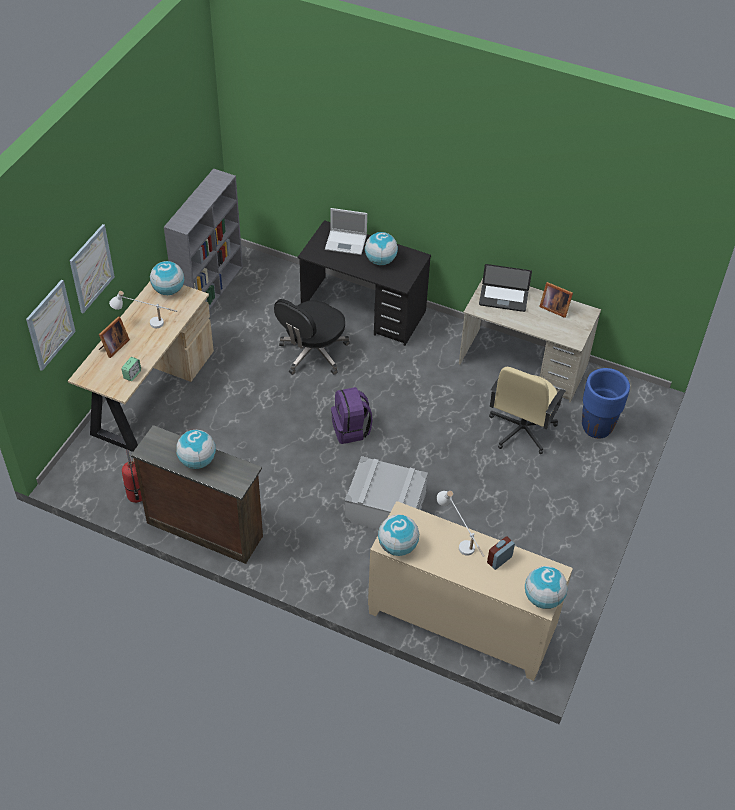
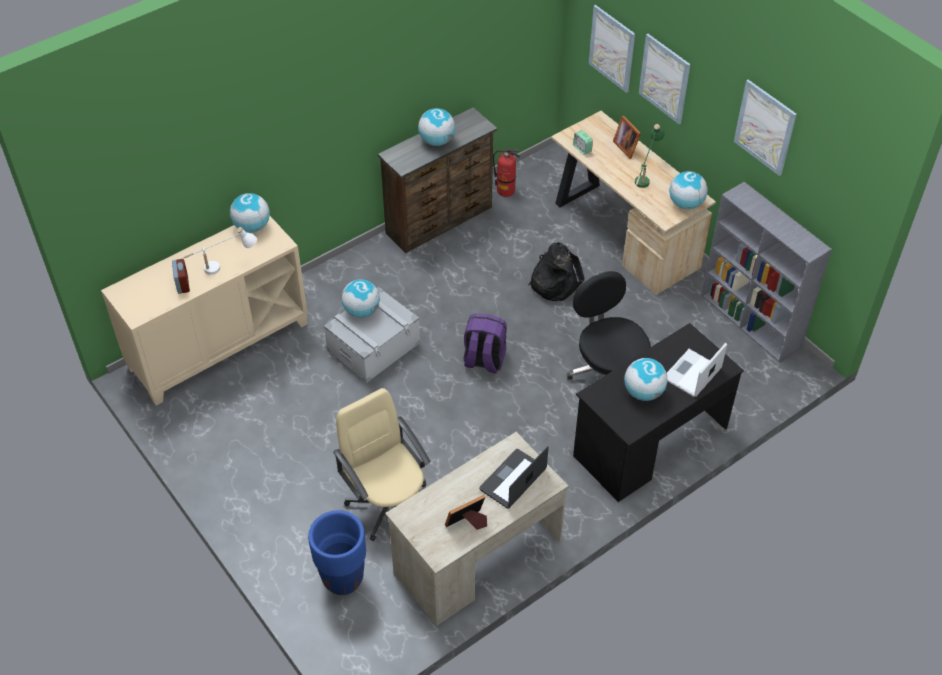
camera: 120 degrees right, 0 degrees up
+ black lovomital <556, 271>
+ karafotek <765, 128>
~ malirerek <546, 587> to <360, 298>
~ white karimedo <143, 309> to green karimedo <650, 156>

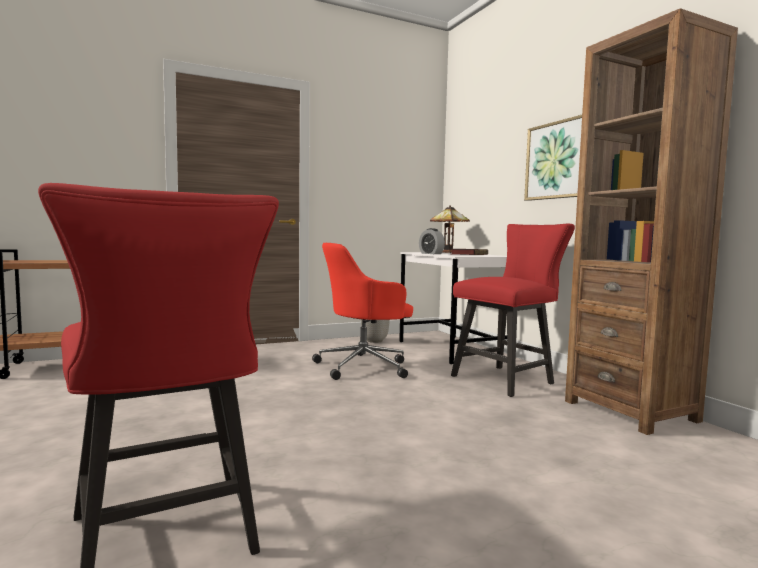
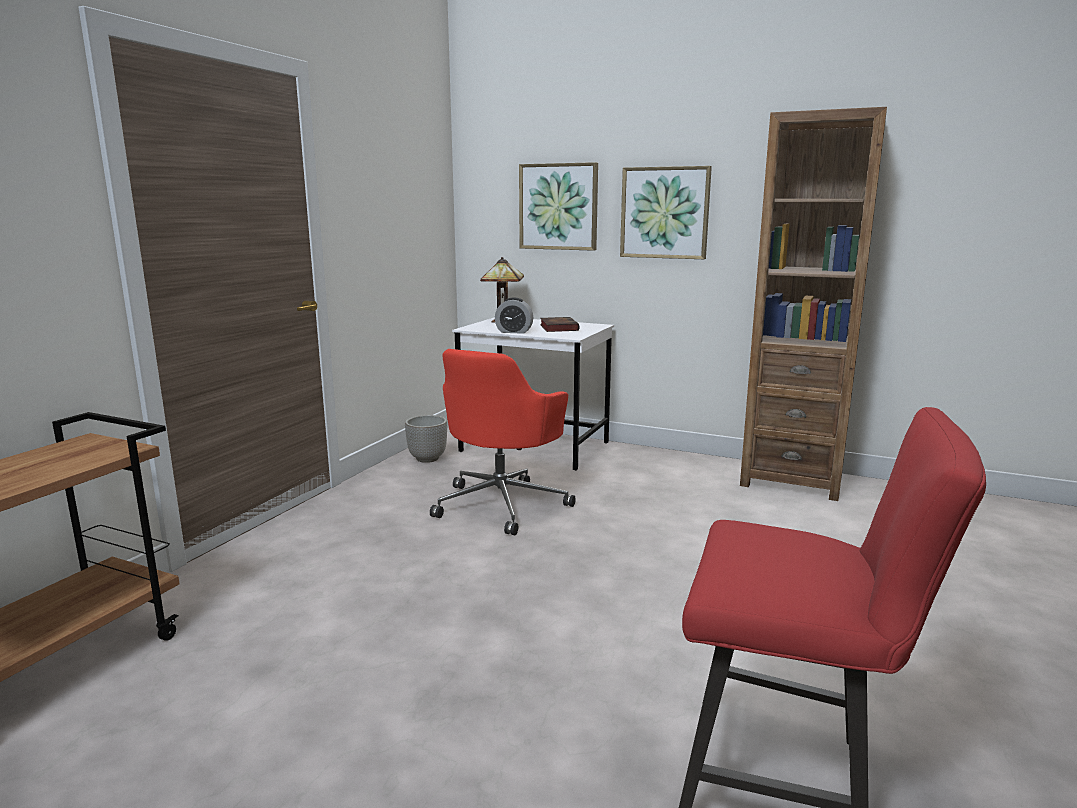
camera: 40 degrees left, 10 degrees up
- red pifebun <513, 310>
+ karafotek <558, 206>

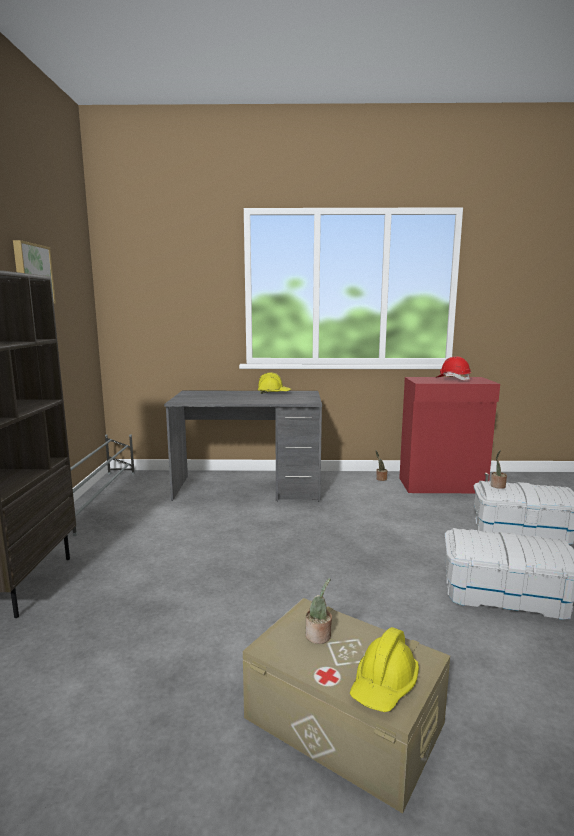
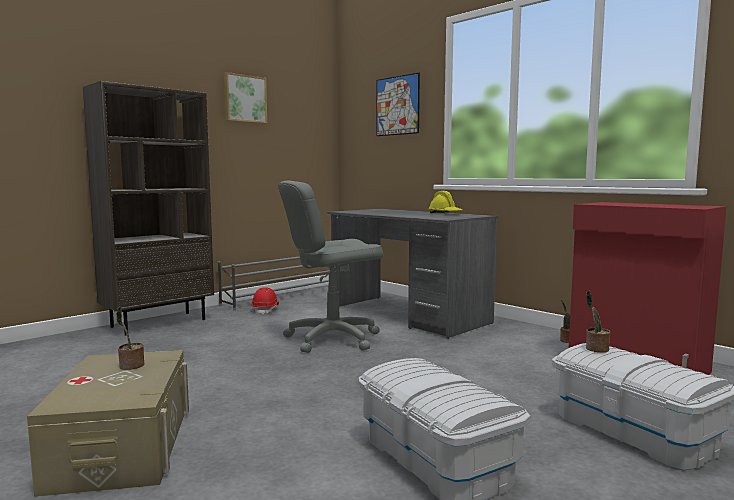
camera: 45 degrees right, 5 degrees down
- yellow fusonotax <384, 669>
+ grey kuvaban <330, 267>
+ karafotek <398, 104>
~ red fusonotax <453, 368> to <265, 301>

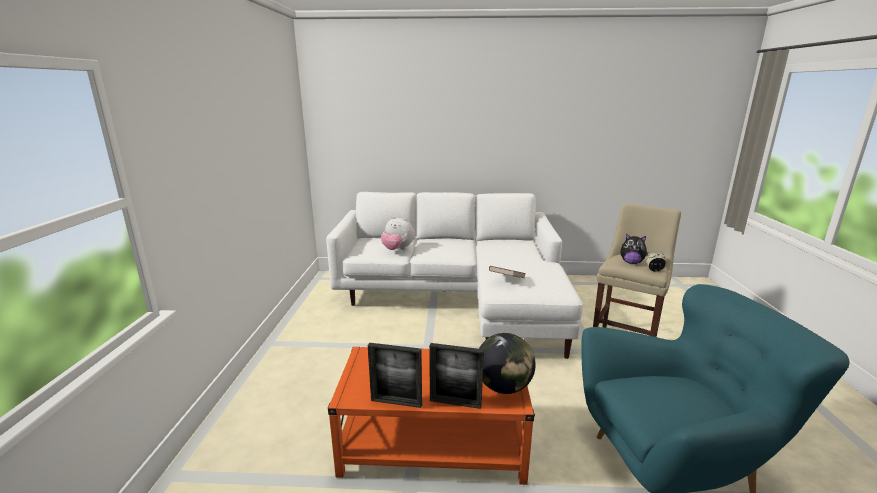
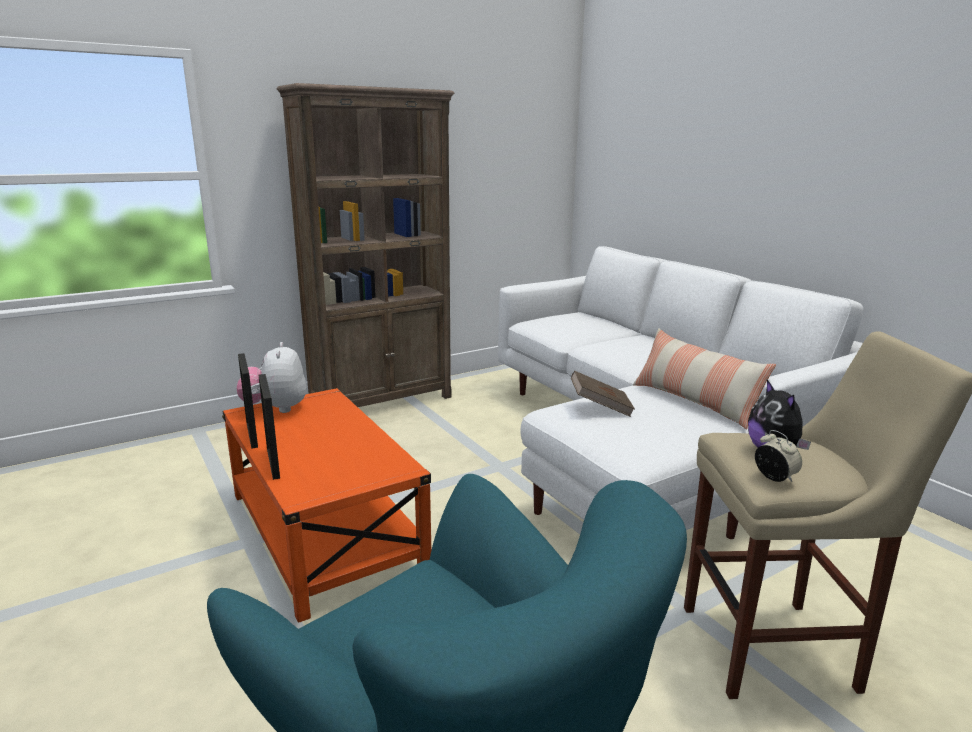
camera: 55 degrees right, 0 degrees up
- malirerek <507, 363>
+ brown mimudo <365, 245>
+ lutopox <704, 379>
~ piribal <397, 233> to <271, 377>

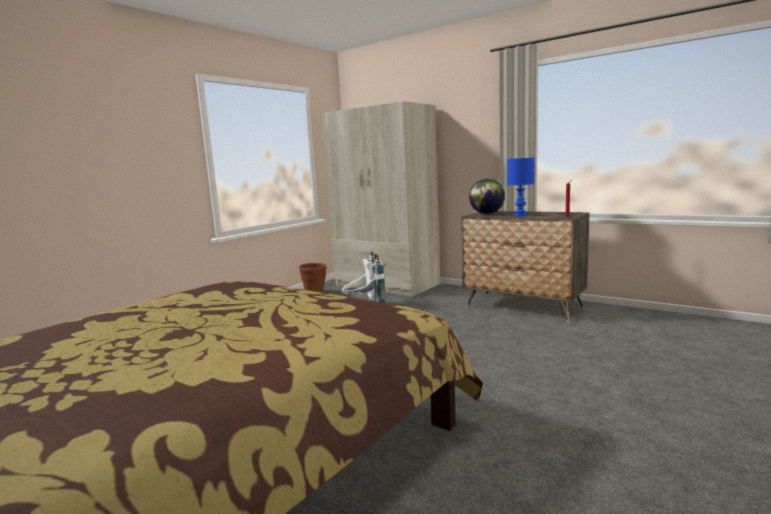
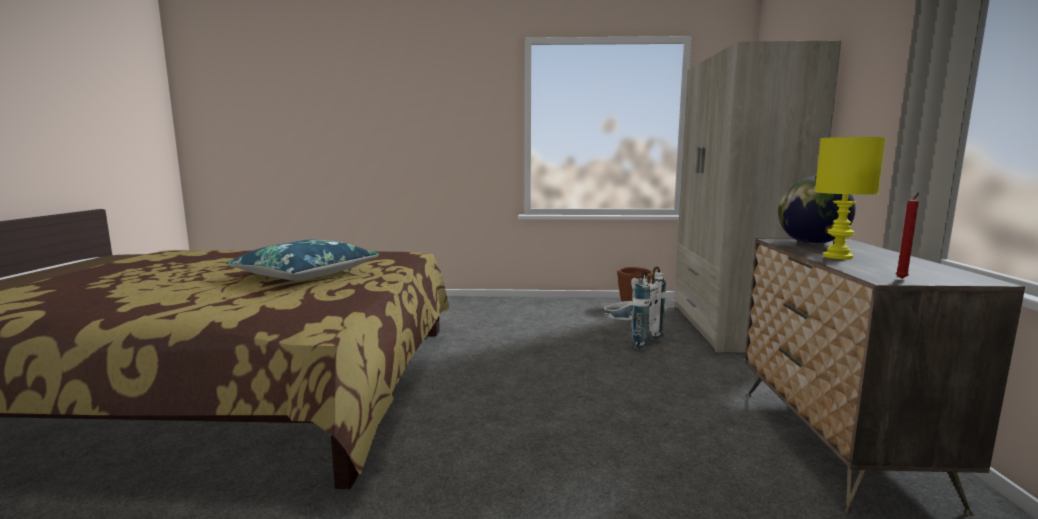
camera: 55 degrees right, 0 degrees up
+ blue lutopox <302, 260>
~ blue karimedo <520, 187> to yellow karimedo <850, 198>

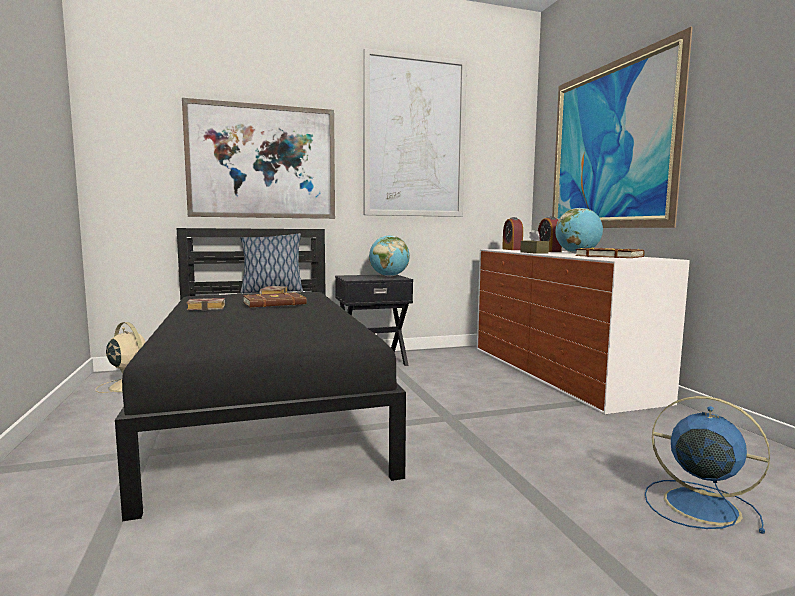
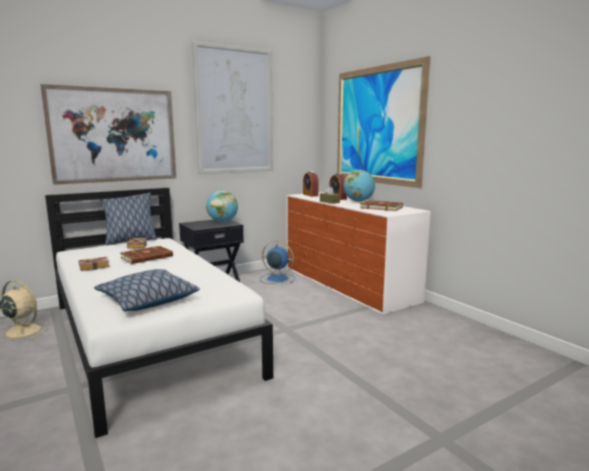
camera: 15 degrees left, 5 degrees up
+ lutopox <147, 290>
~ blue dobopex <707, 465> to <277, 262>
~ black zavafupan <260, 374> to white zavafupan <159, 313>

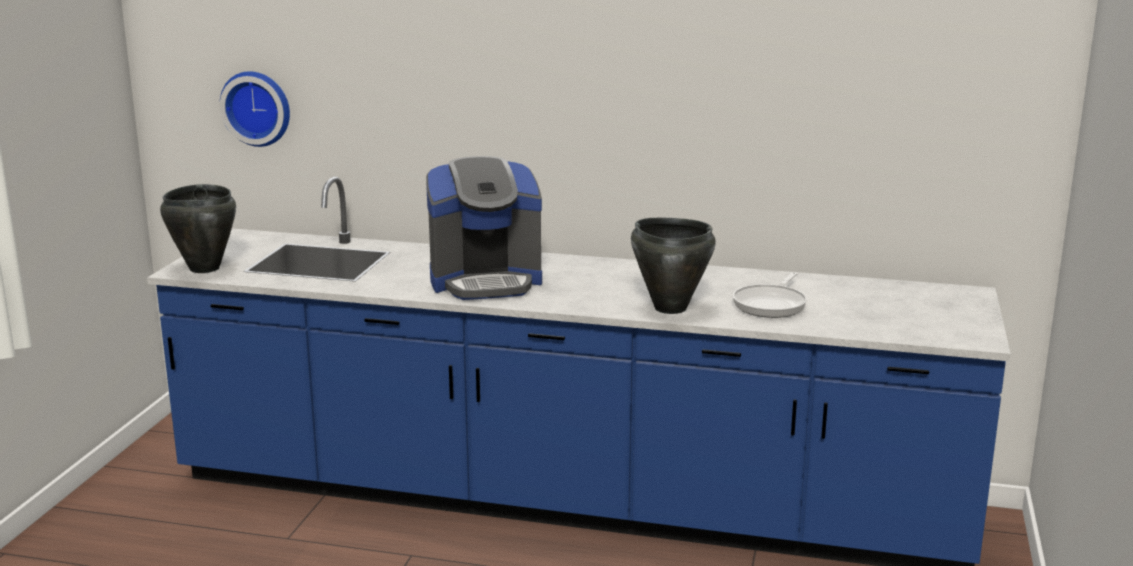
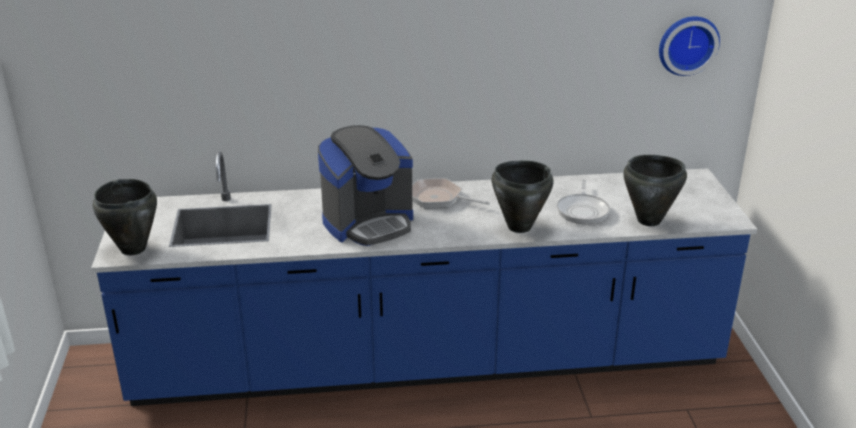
camera: 20 degrees left, 10 degrees up
+ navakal <451, 193>
+ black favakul <655, 190>
~ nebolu <255, 109> to <689, 46>

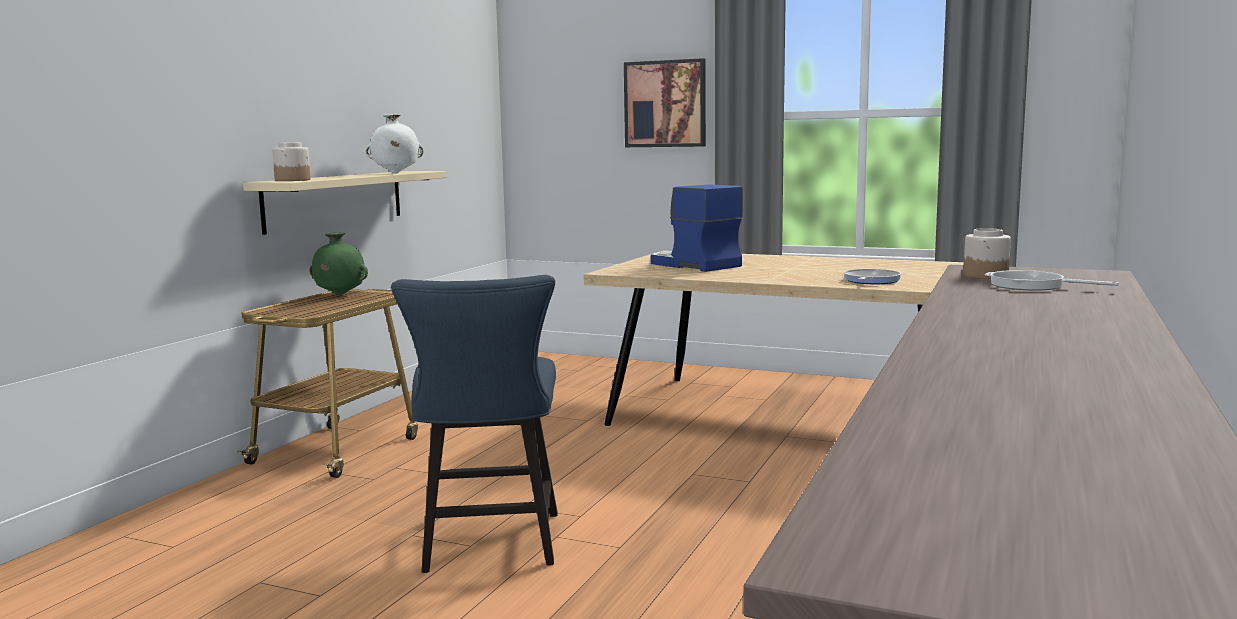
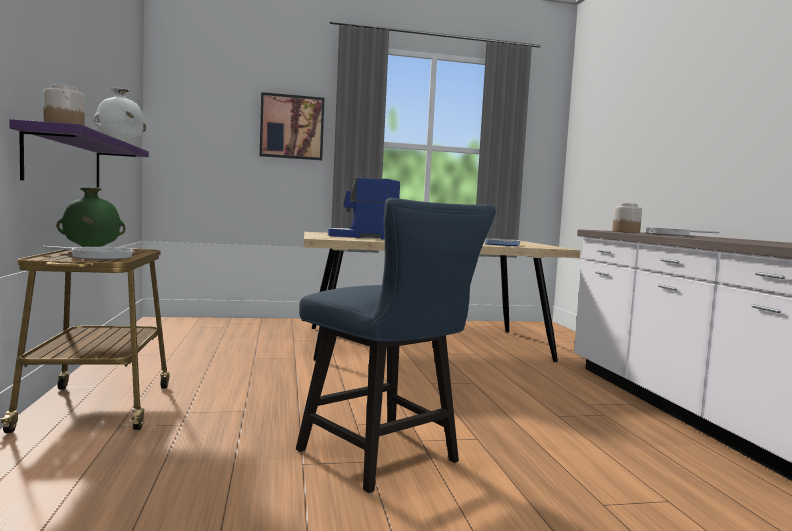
camera: 35 degrees left, 5 degrees down
+ navakal <89, 253>
~ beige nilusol <345, 203> to purple nilusol <79, 153>

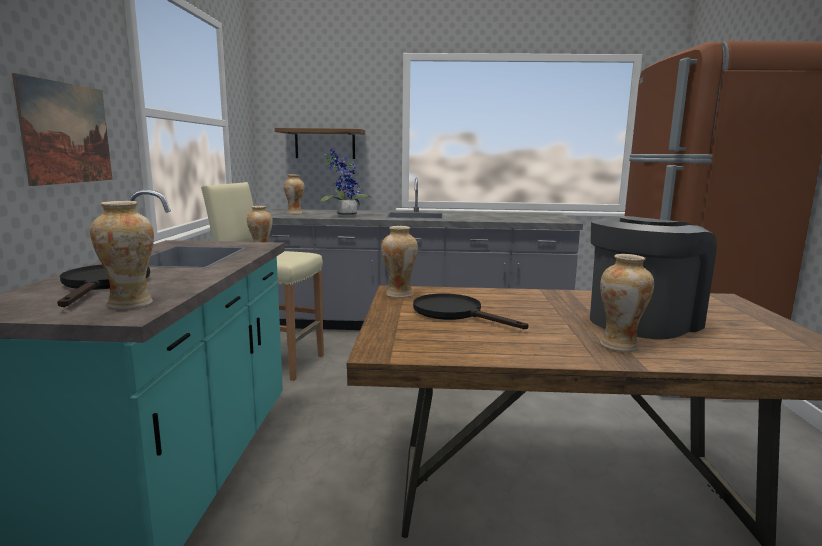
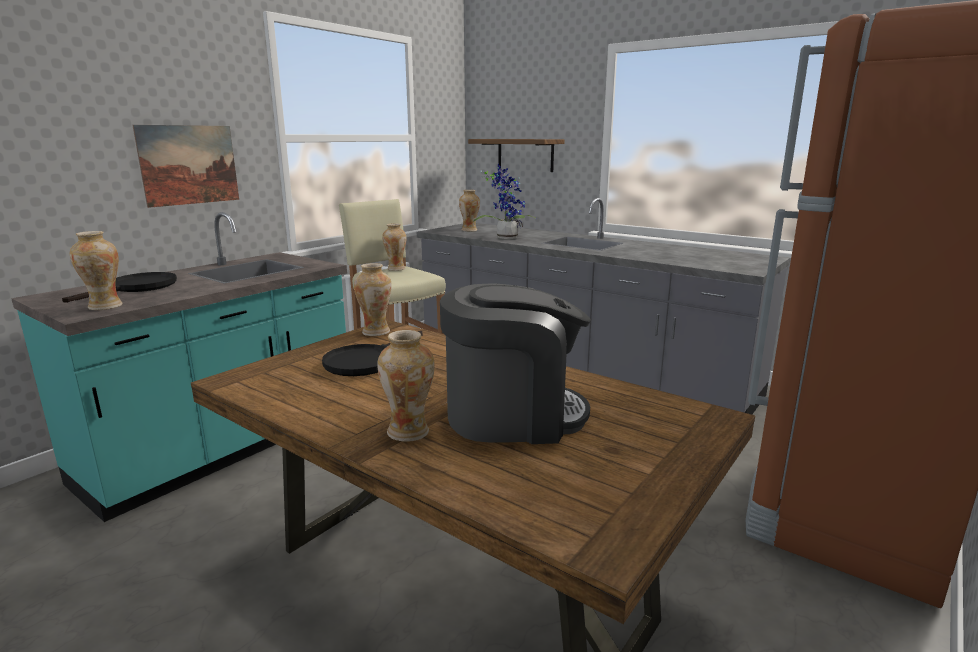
camera: 35 degrees right, 5 degrees up
~ black navakal <470, 311> = <372, 353> 135 degrees counterclockwise

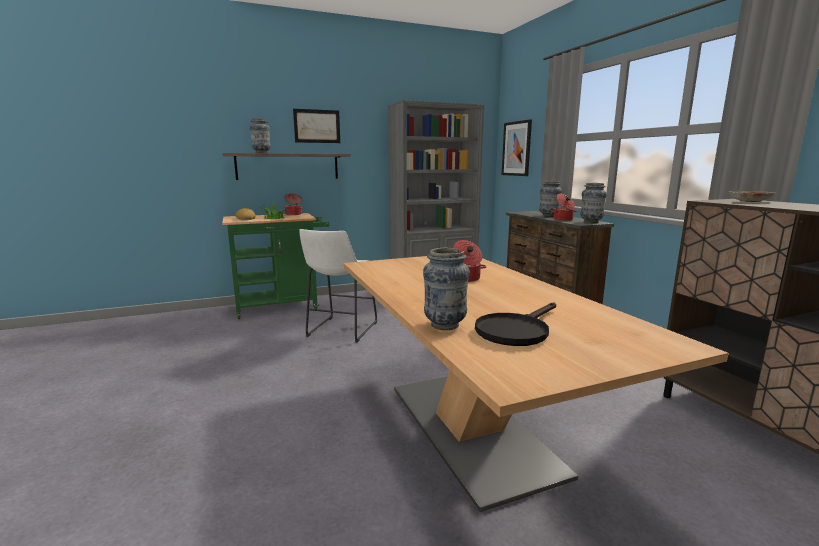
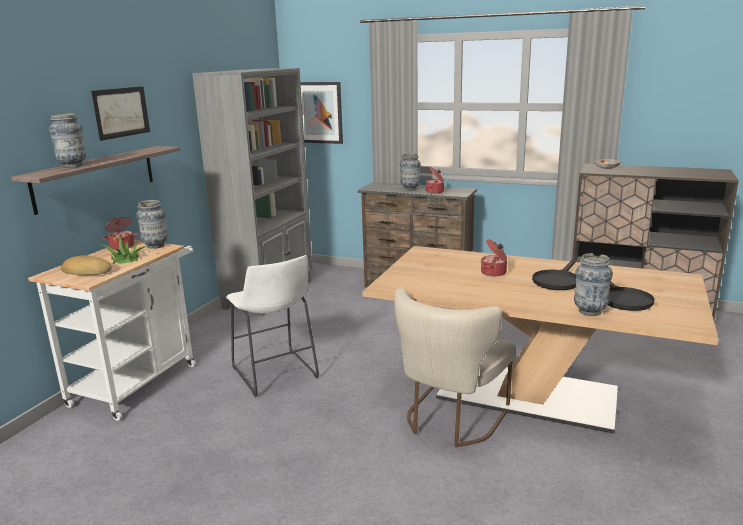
camera: 45 degrees left, 5 degrees up
+ beige pifebun <454, 367>
+ black navakal <554, 275>
~ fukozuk <593, 203> to <152, 224>
~ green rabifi <276, 266> to white rabifi <112, 330>

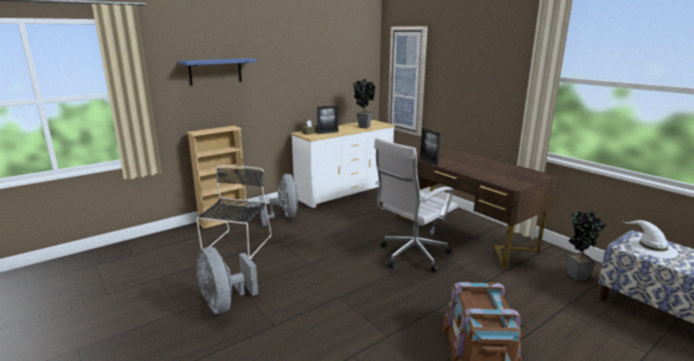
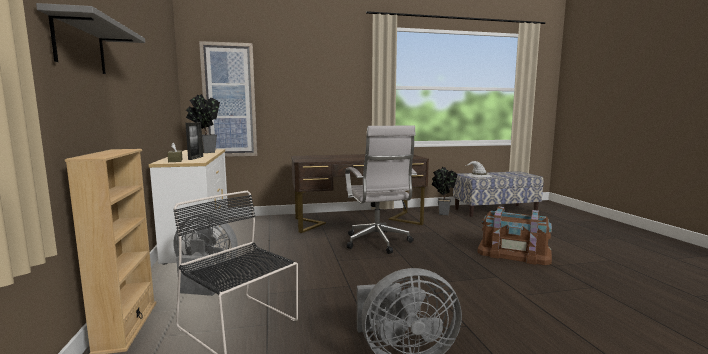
camera: 65 degrees left, 10 degrees down
- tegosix <430, 146>
~ blue nilusol <217, 71> to grey nilusol <90, 38>

